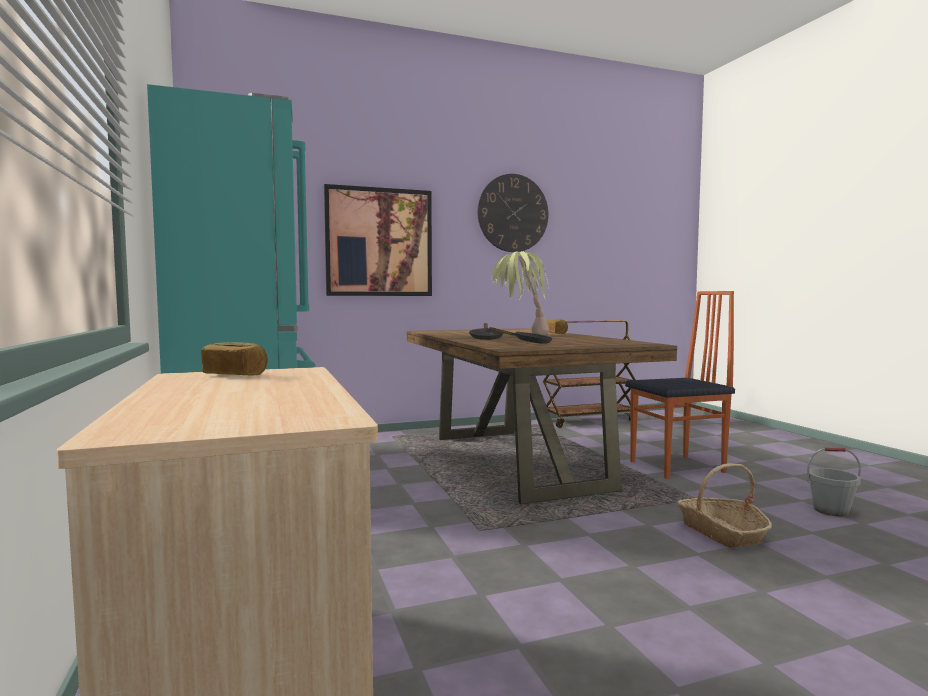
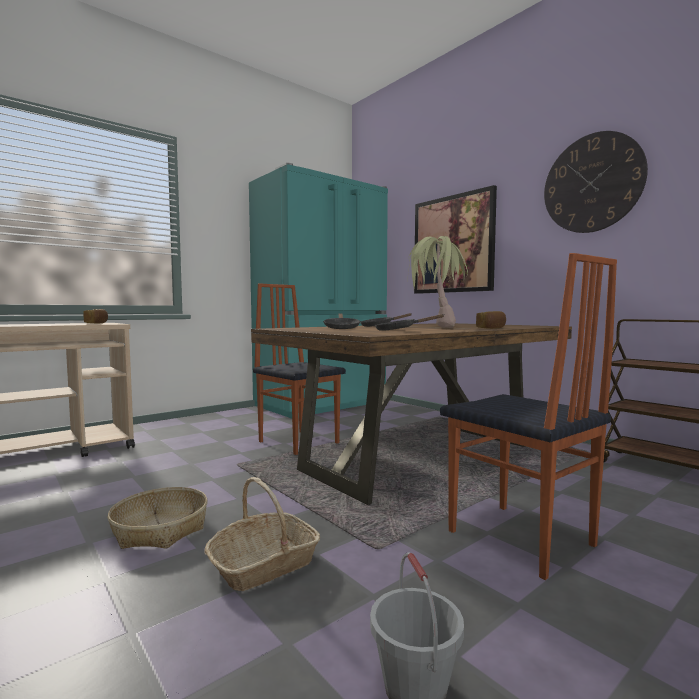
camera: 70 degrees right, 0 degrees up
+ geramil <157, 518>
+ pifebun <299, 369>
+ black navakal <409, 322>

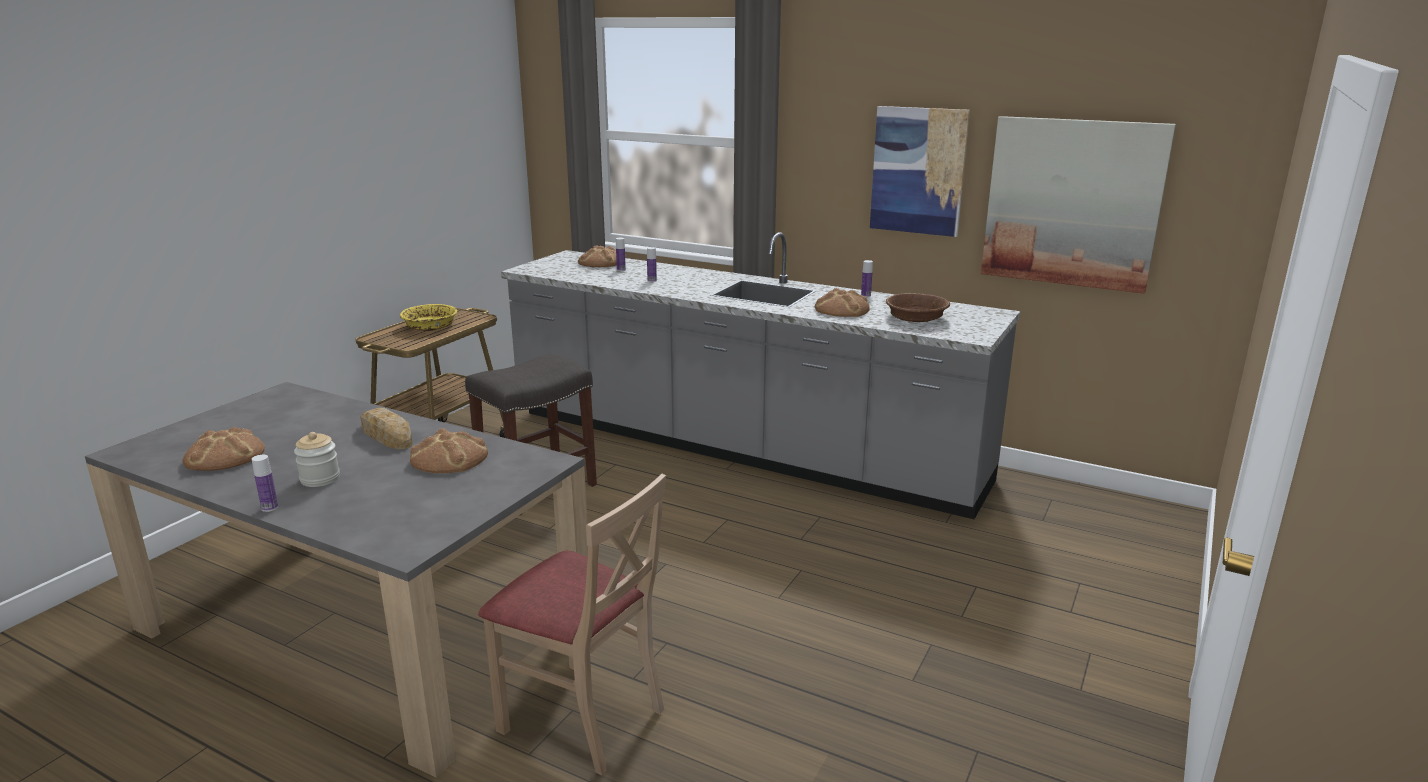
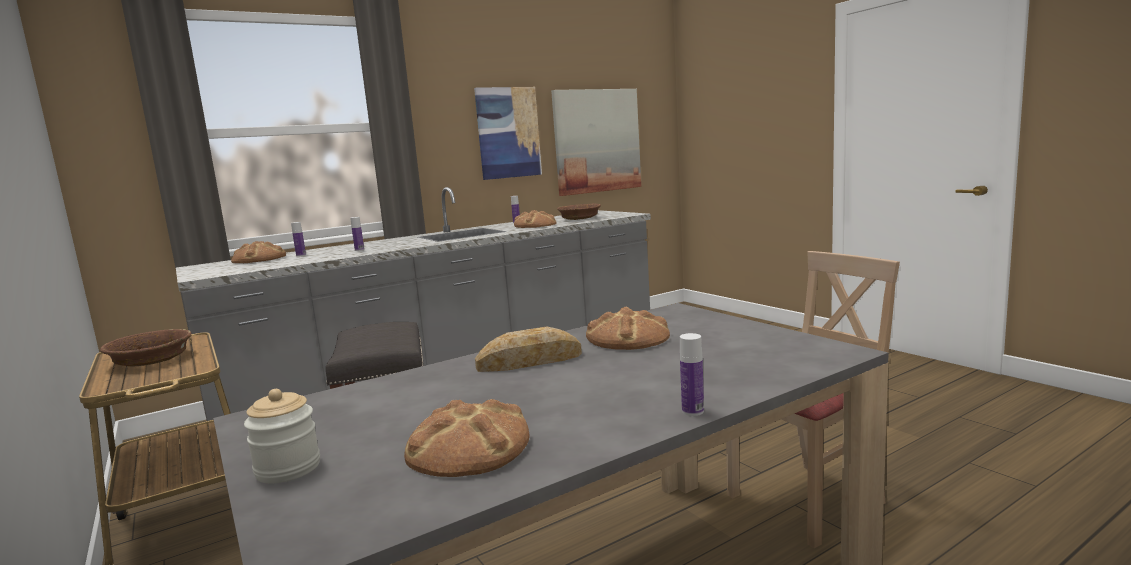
camera: 60 degrees left, 10 degrees down
~ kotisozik <317, 459> to <282, 436>
~ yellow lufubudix <428, 317> to brown lufubudix <146, 347>

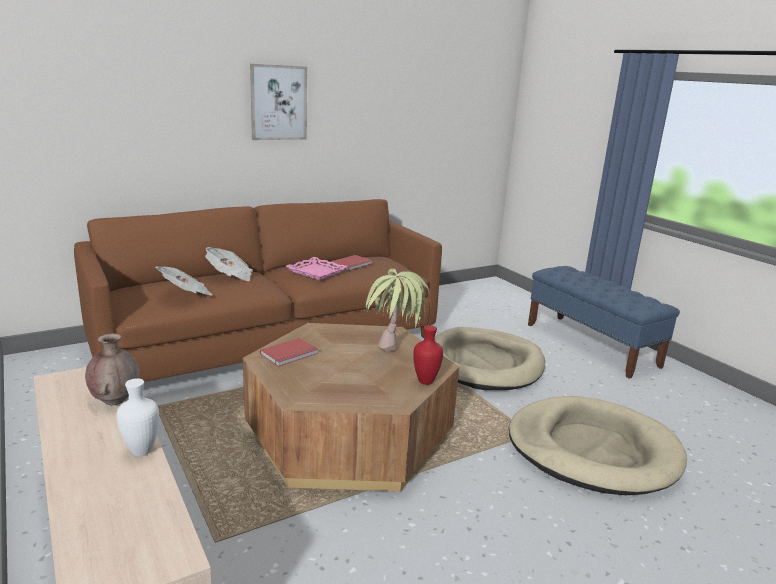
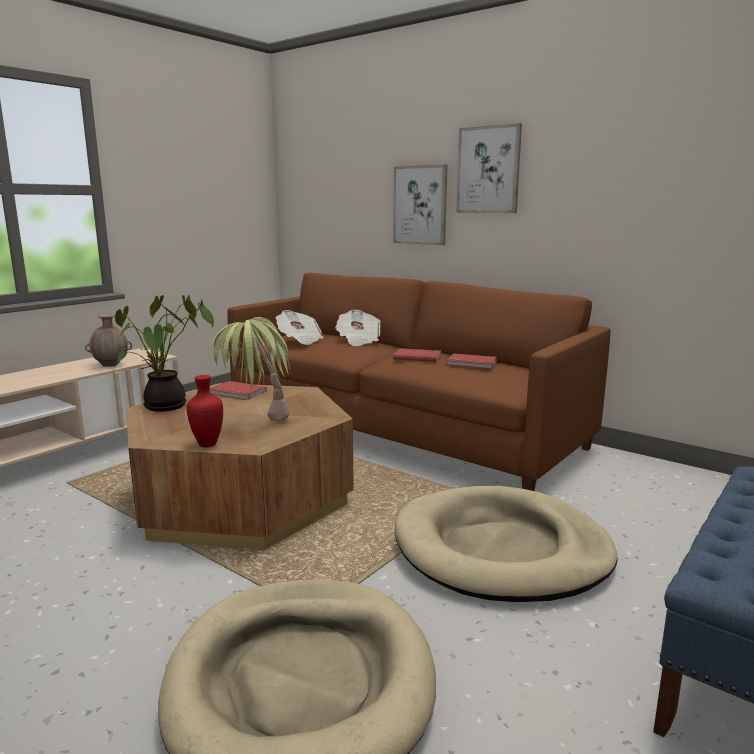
camera: 70 degrees right, 5 degrees down
- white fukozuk <137, 417>
+ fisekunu <164, 353>
+ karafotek <420, 204>
~ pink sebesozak <317, 268> to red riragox <417, 355>

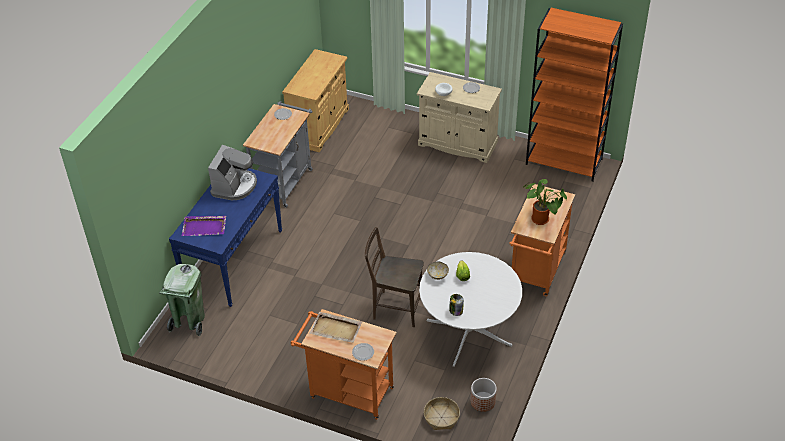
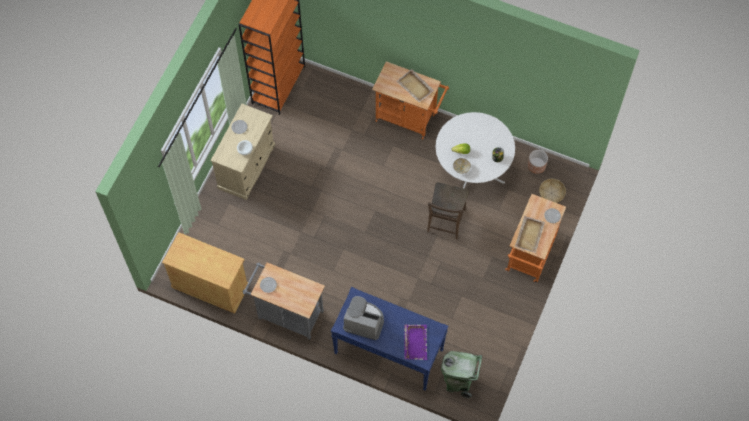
camera: 90 degrees left, 20 degrees up
~ fisekunu <545, 202> to beige sebesozak <415, 85>

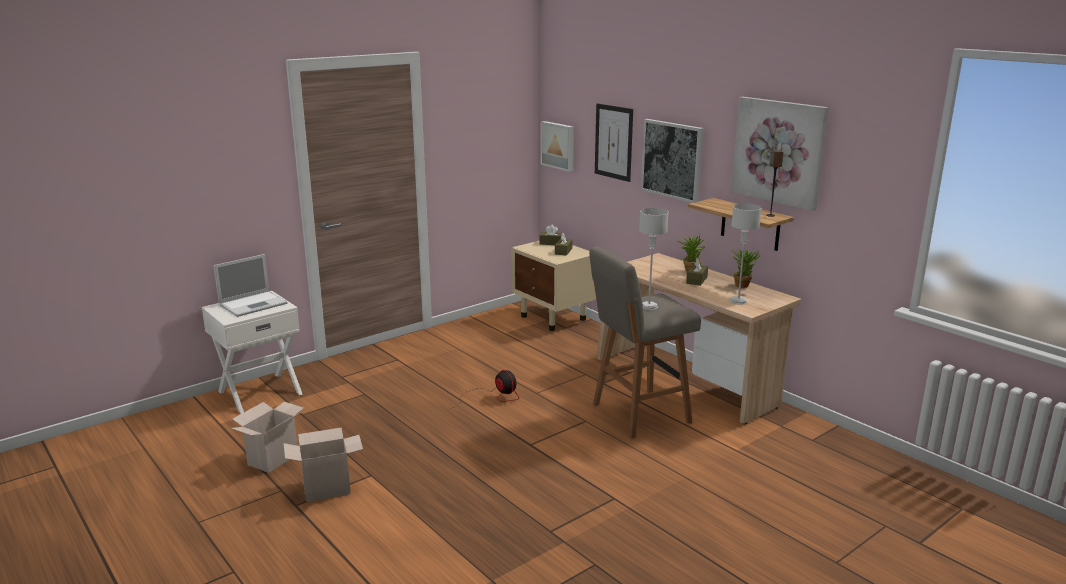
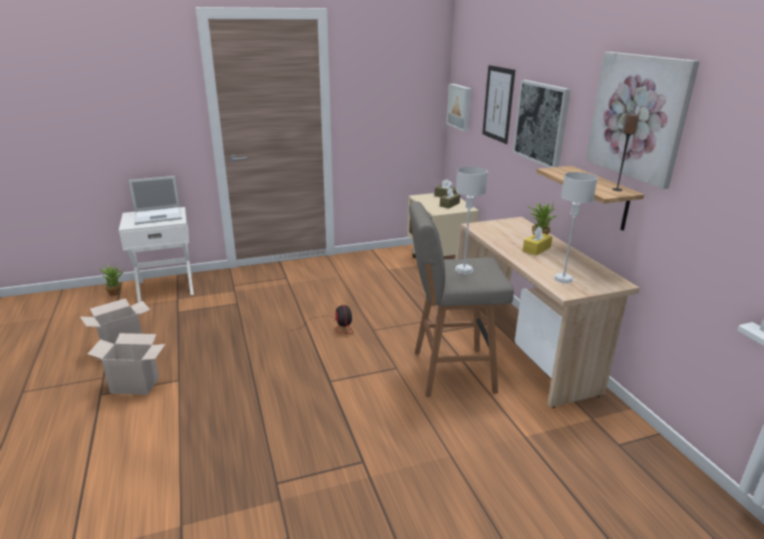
camera: 20 degrees right, 5 degrees up
~ fisekunu <745, 268> to <112, 280>
~ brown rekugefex <697, 272> to yellow rekugefex <537, 241>

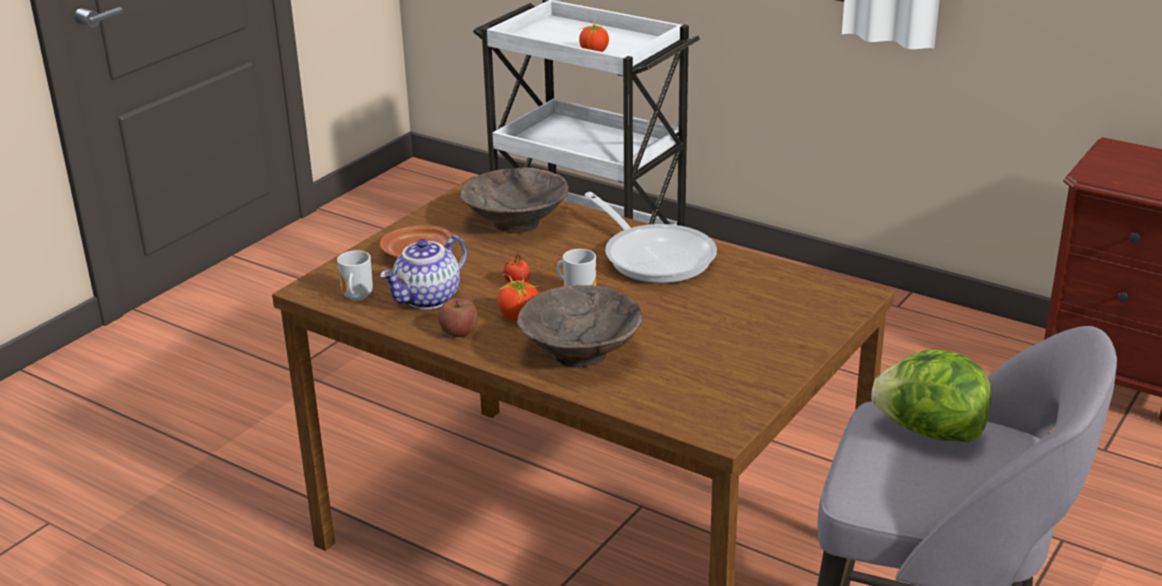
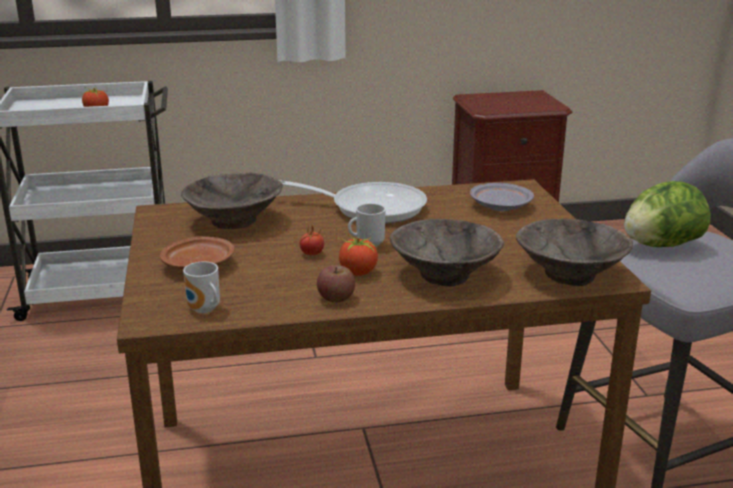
camera: 45 degrees left, 5 degrees down
- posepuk <424, 272>
+ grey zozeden <502, 197>
+ brown lufubudix <574, 252>

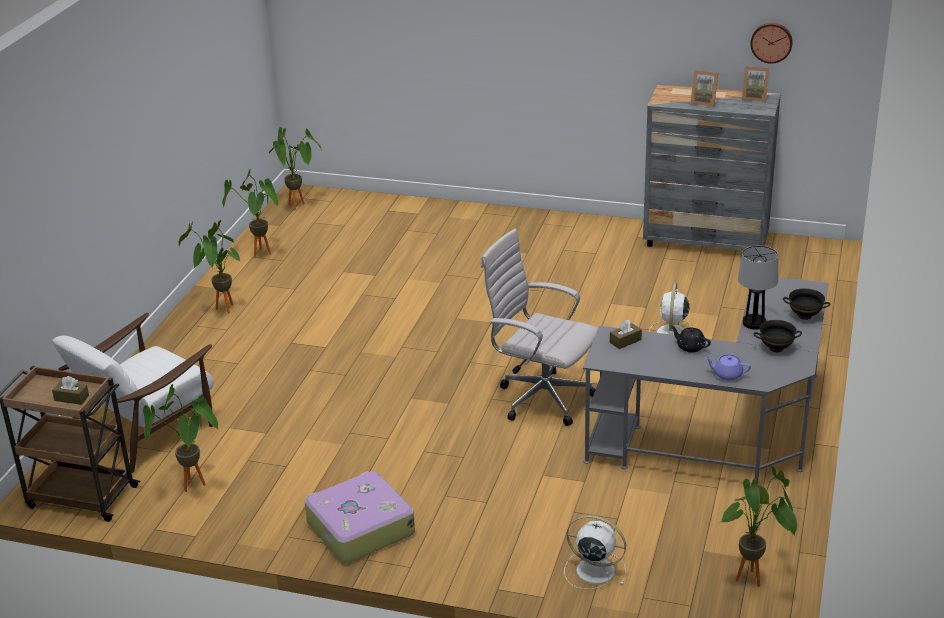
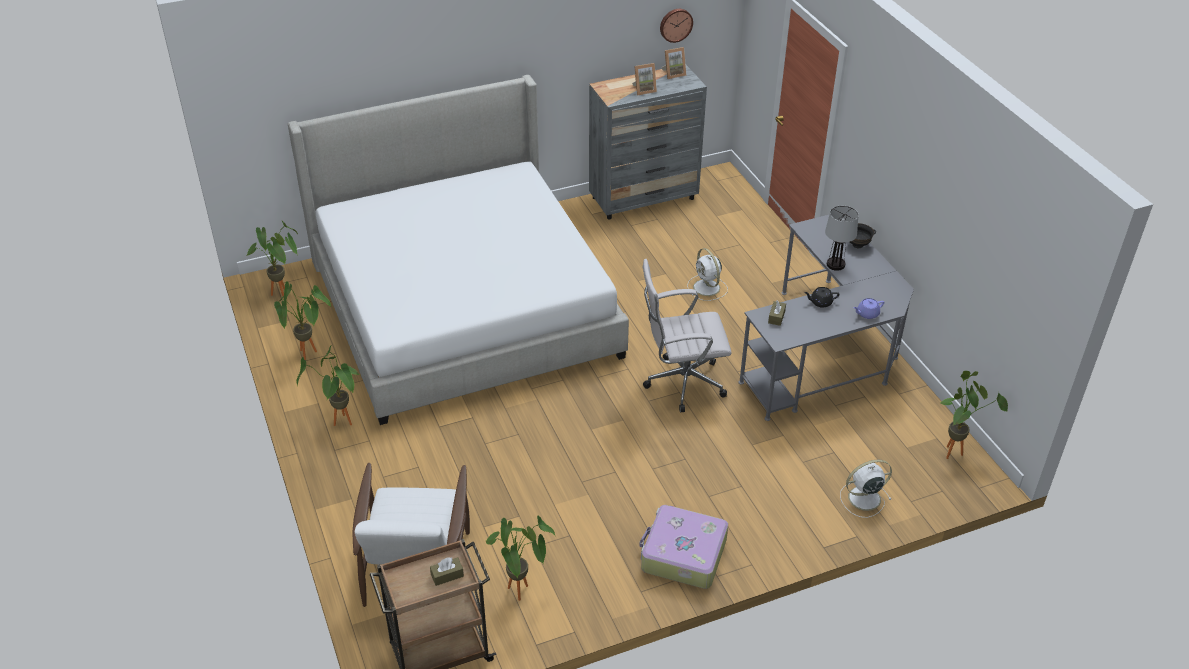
camera: 40 degrees left, 10 degrees up
- black lufubudix <777, 336>
+ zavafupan <458, 250>

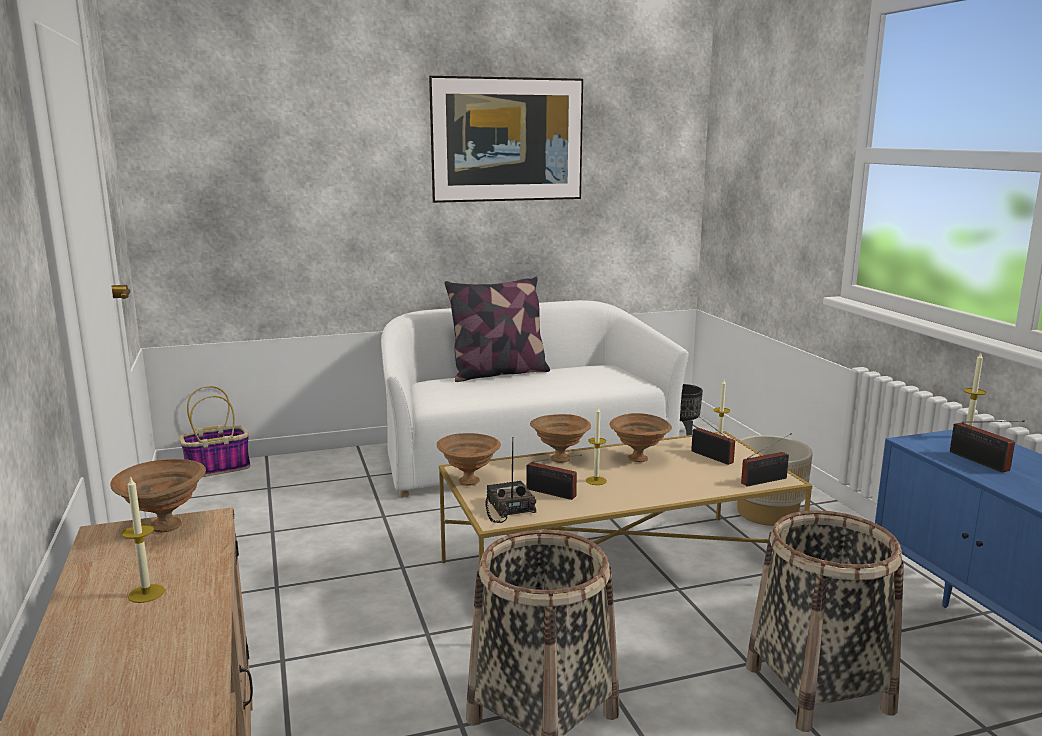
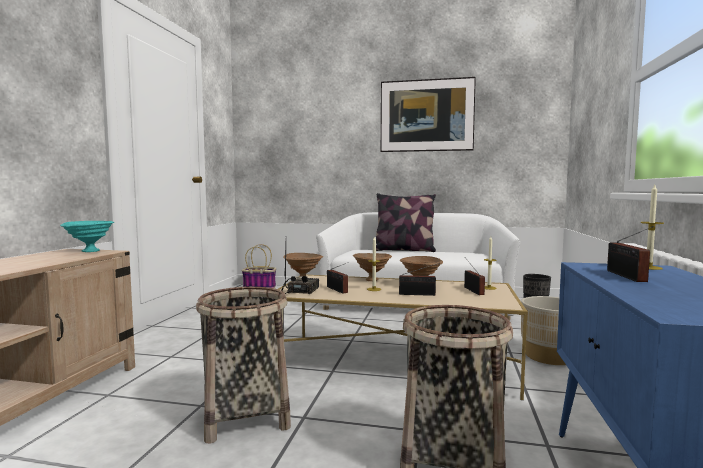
camera: 30 degrees right, 10 degrees down
- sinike <143, 539>
~ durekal <766, 459> to <419, 279>
~ brown lufubudix <158, 495> to turquoise lufubudix <87, 236>

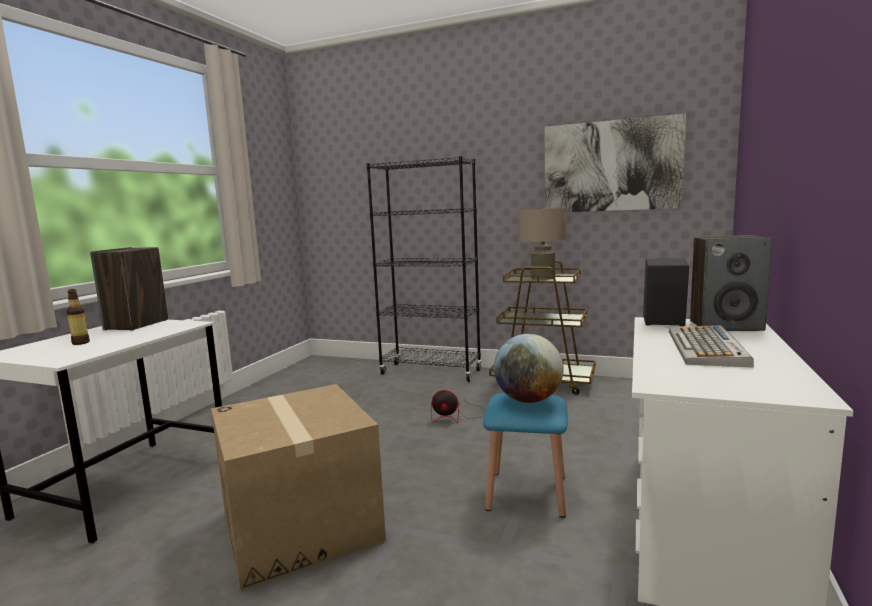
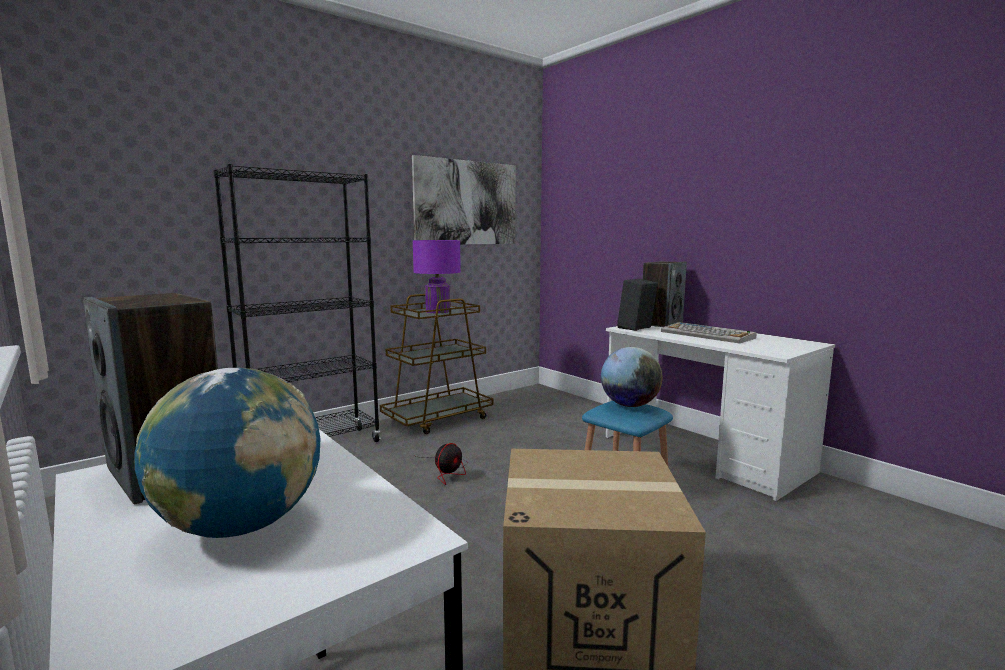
camera: 60 degrees left, 0 degrees up
~ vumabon <78, 317> to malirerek <228, 453>
~ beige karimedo <543, 244> to purple karimedo <437, 276>

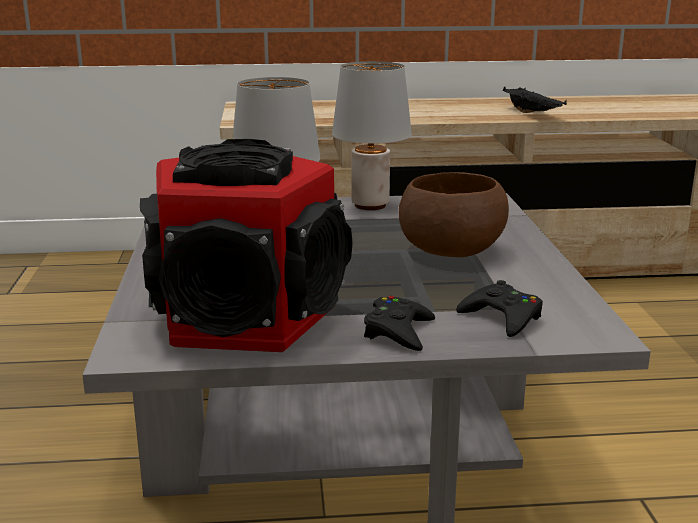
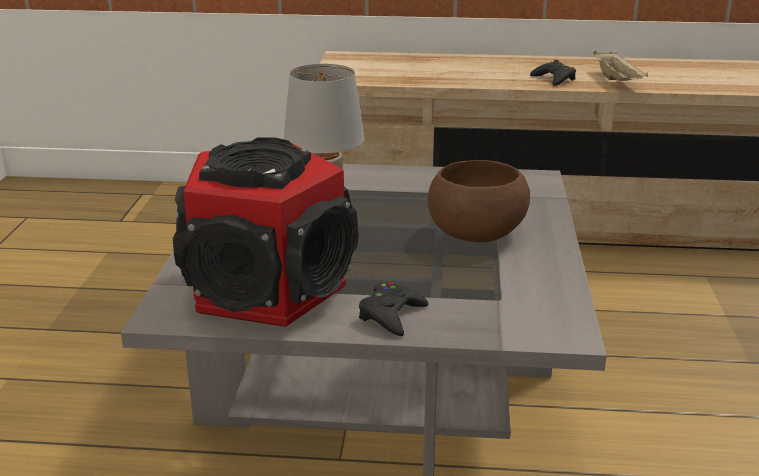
camera: 10 degrees right, 5 degrees up
- grey karimedo <372, 135>
~ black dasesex <499, 308> to <553, 73>
~ black sebesozak <535, 100> to beige sebesozak <620, 66>

